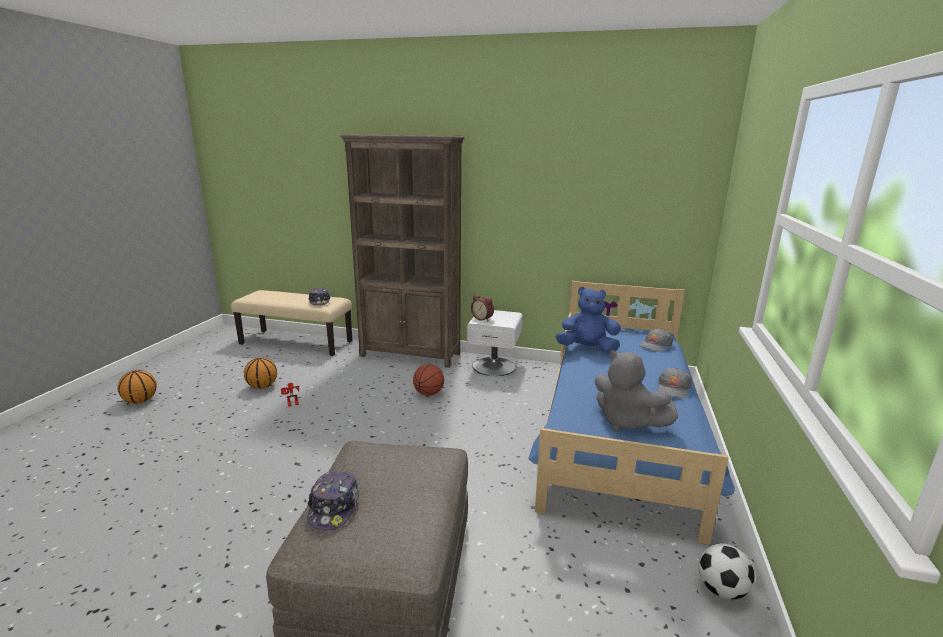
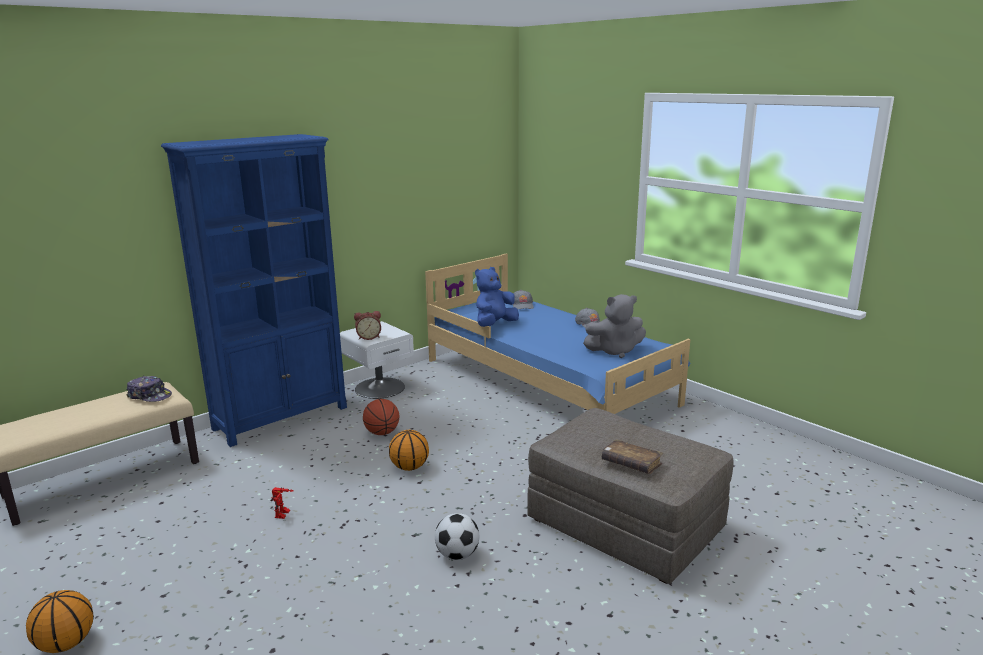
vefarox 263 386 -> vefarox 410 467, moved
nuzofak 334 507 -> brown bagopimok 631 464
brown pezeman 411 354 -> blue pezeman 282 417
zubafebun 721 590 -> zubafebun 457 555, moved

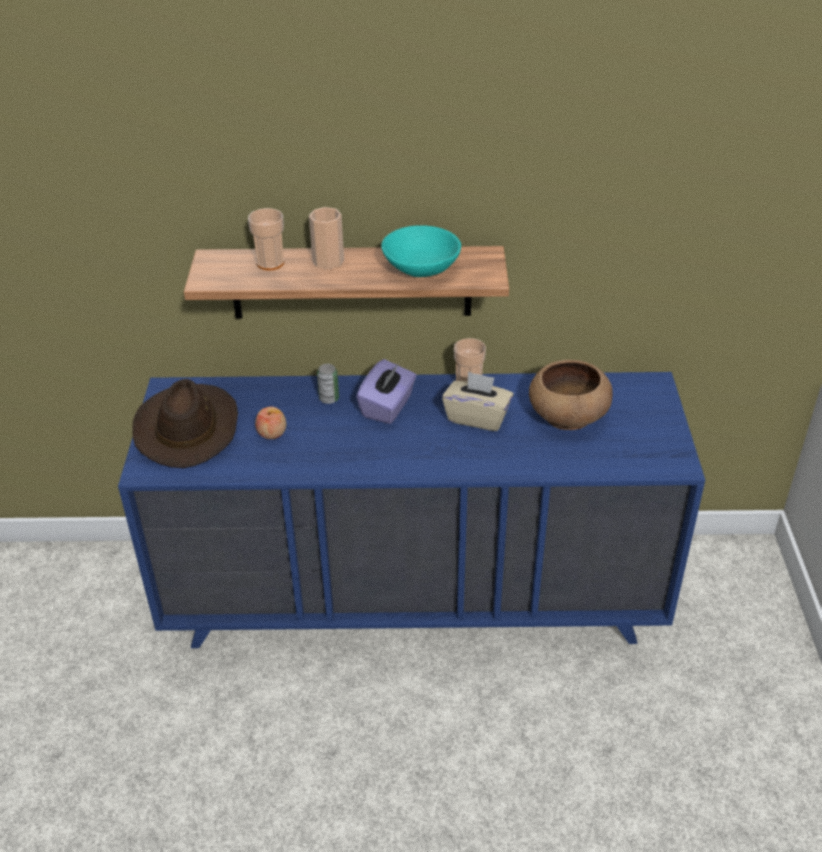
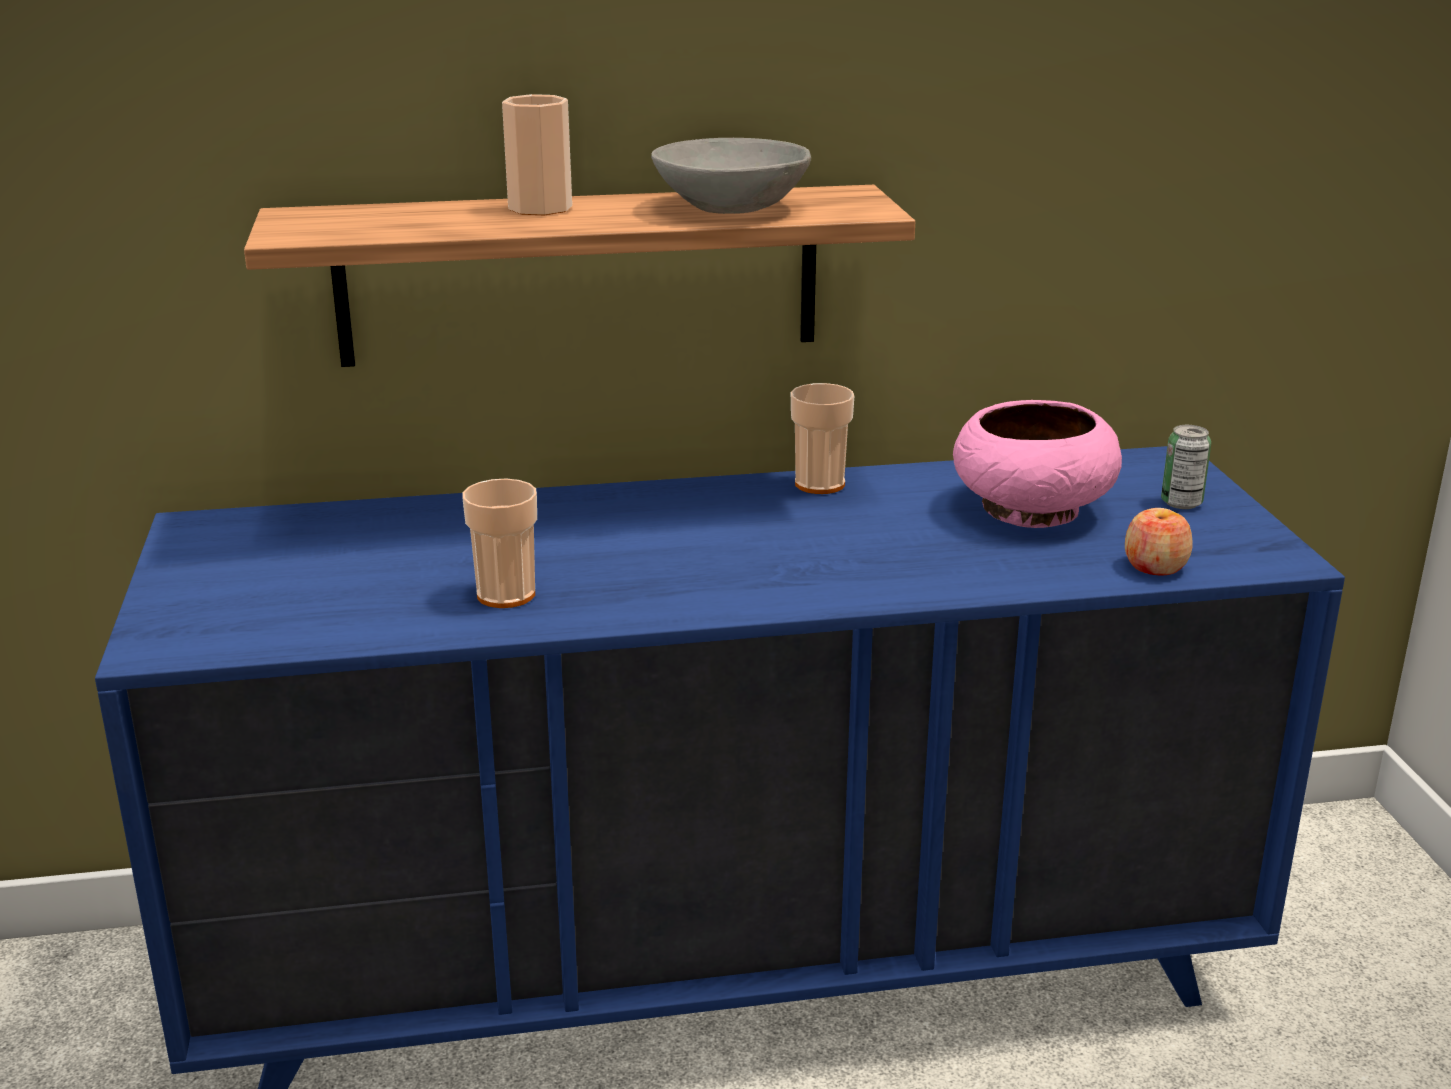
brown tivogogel 187 428 -> none
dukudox 270 263 -> dukudox 506 595, moved
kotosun 272 432 -> kotosun 1155 567, moved
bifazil 329 399 -> bifazil 1181 503, moved
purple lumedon 388 407 -> none
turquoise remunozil 421 269 -> grey remunozil 730 208
beige lumedon 477 417 -> none
brown remunozil 567 416 -> pink remunozil 1029 510

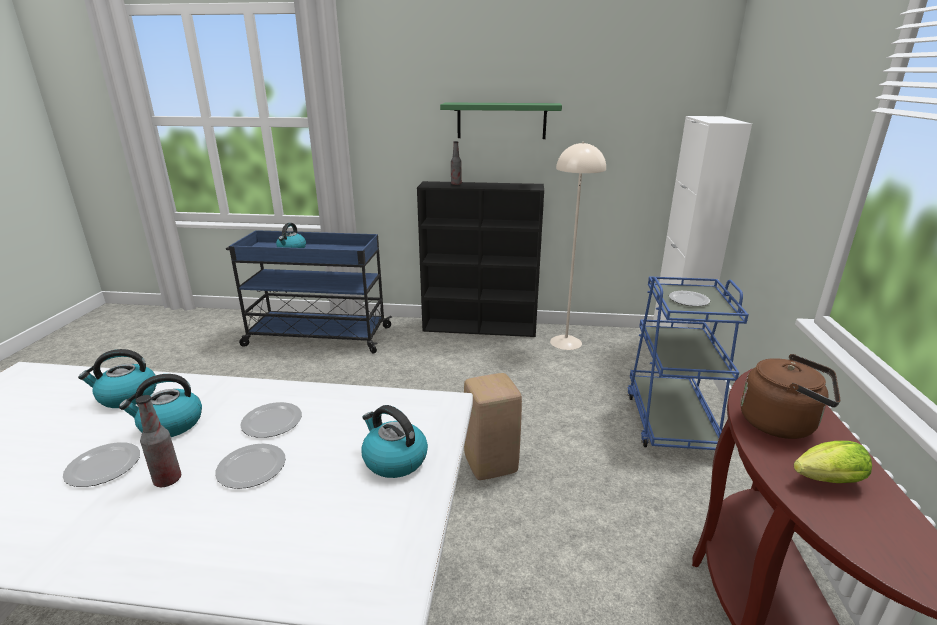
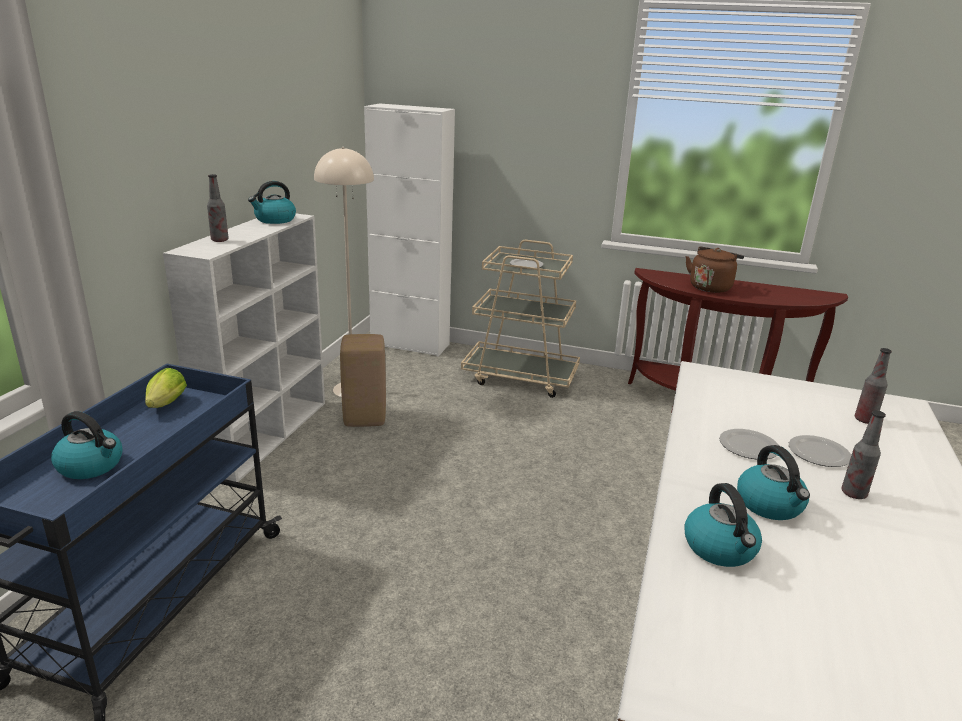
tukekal 103 467 -> none
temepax 394 460 -> temepax 274 220, moved
black pezeman 481 327 -> white pezeman 267 434
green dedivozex 501 120 -> none
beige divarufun 491 465 -> beige divarufun 365 418, moved
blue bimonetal 670 421 -> beige bimonetal 520 377
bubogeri 824 481 -> bubogeri 165 406, moved
none -> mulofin 864 420

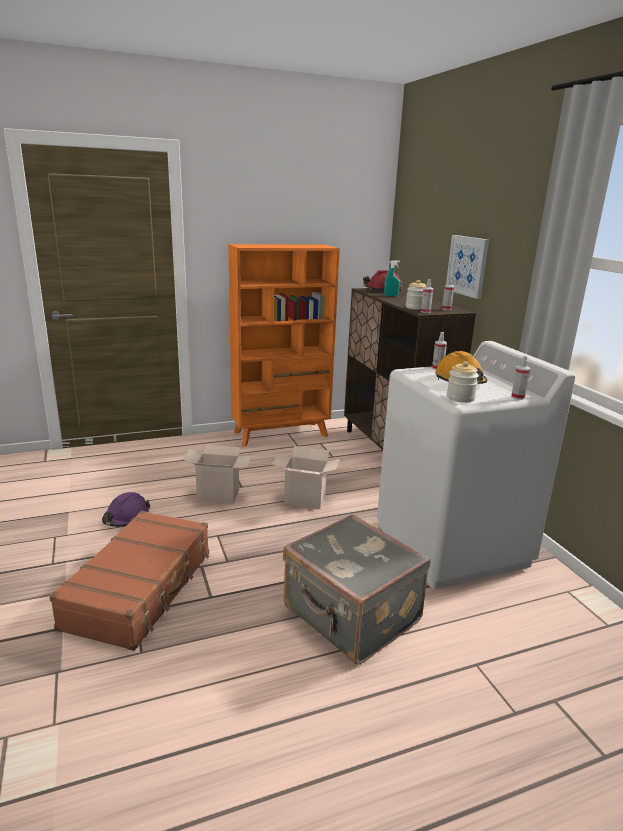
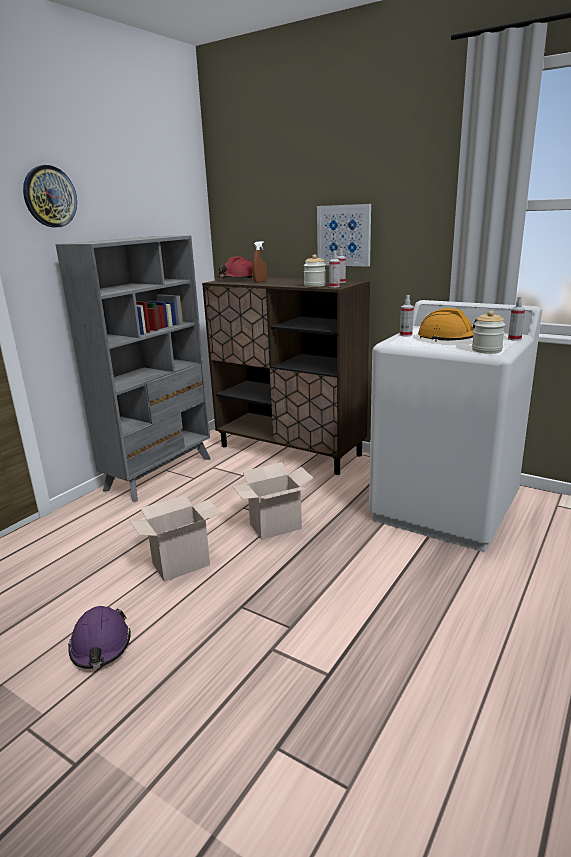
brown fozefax 141 589 -> none
orange pezeman 281 434 -> grey pezeman 160 473
grey fozefax 350 616 -> none
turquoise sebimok 391 295 -> brown sebimok 260 282
none -> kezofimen 49 196

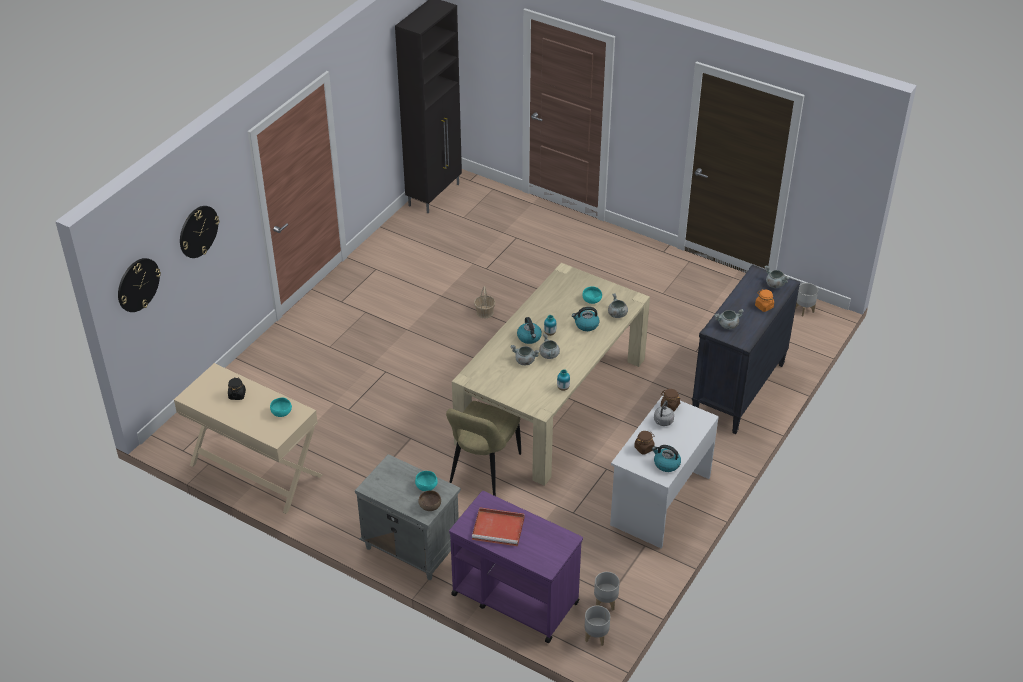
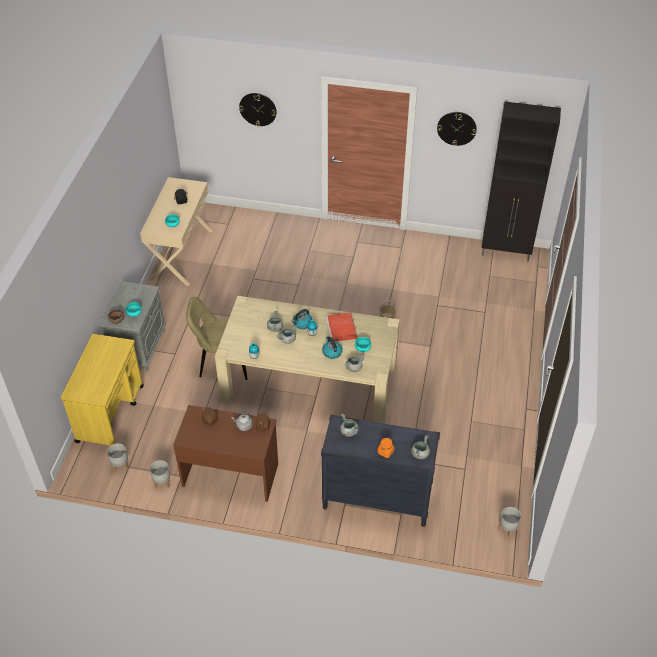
kezofimen 138 284 -> kezofimen 456 128, moved
purple bimonetal 514 598 -> yellow bimonetal 110 413
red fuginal 499 528 -> red fuginal 341 329, moved
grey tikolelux 596 636 -> grey tikolelux 162 482, moved
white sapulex 659 500 -> brown sapulex 230 474
temepax 666 464 -> none

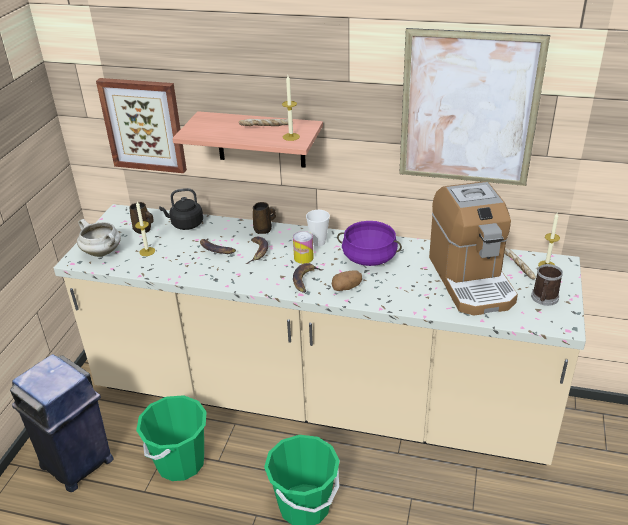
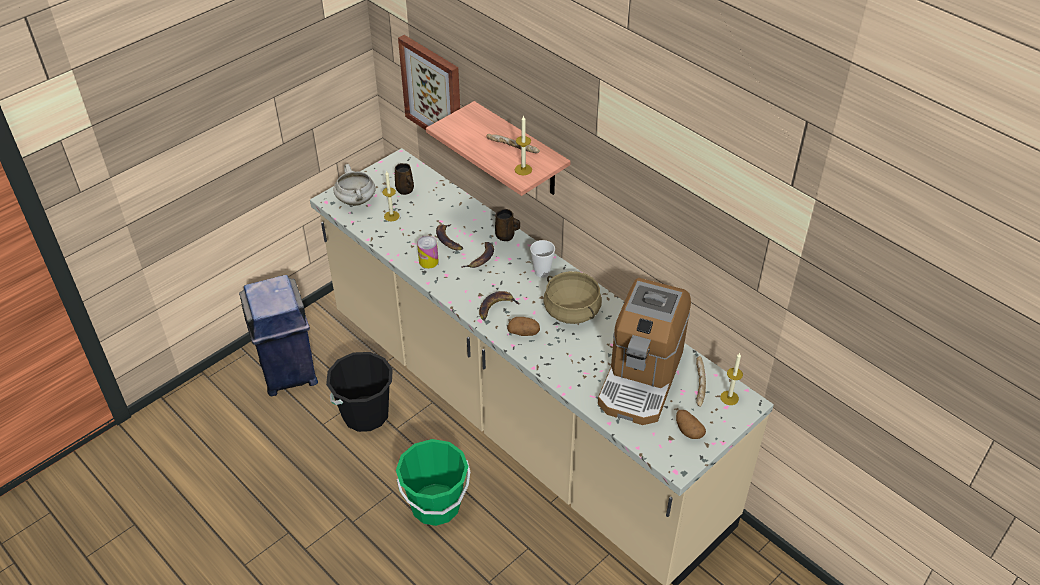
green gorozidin 180 462 -> black gorozidin 365 414
black temepax 185 224 -> none
bifazil 303 258 -> bifazil 428 261, moved
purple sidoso 369 258 -> beige sidoso 571 310
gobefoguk 468 109 -> none
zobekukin 544 299 -> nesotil 688 430

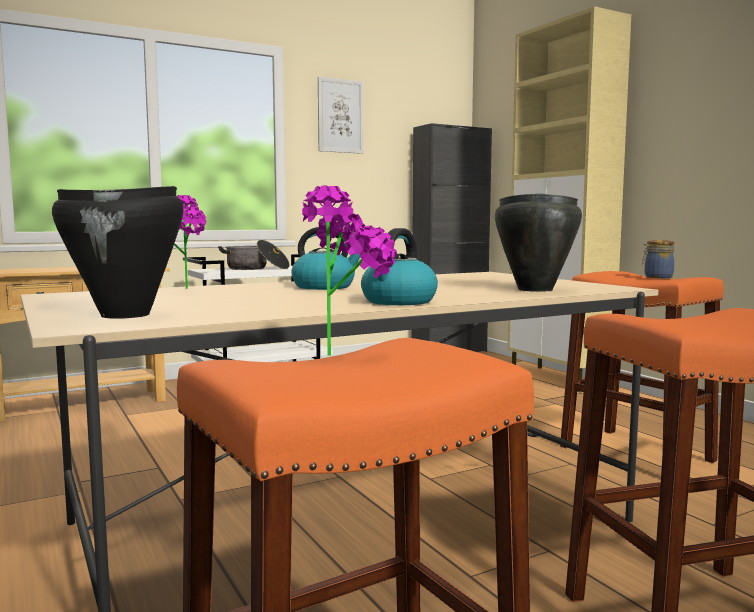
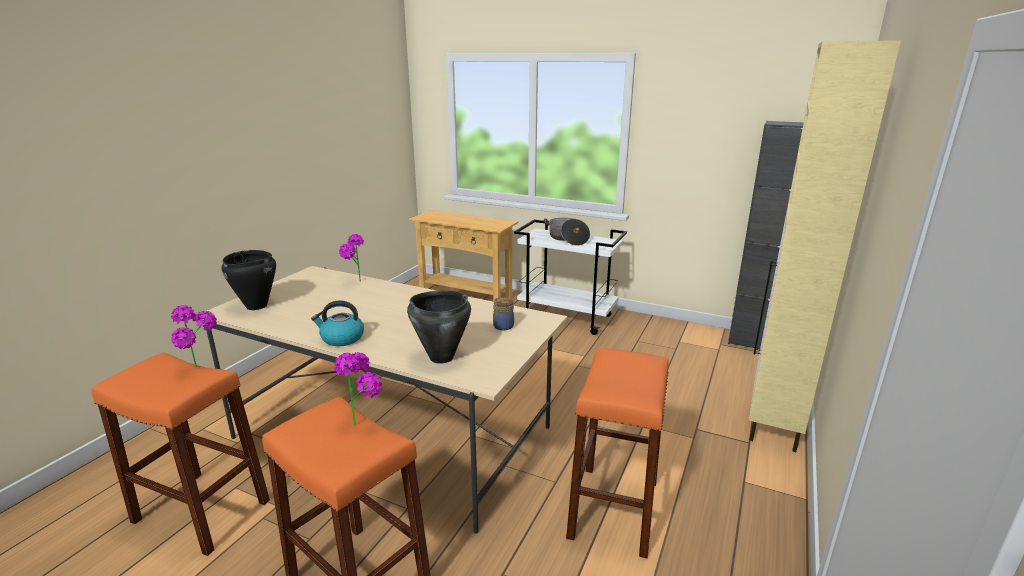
temepax 325 287 -> none
gobefoguk 340 116 -> none
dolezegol 657 277 -> dolezegol 503 326, moved
none -> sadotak 364 420

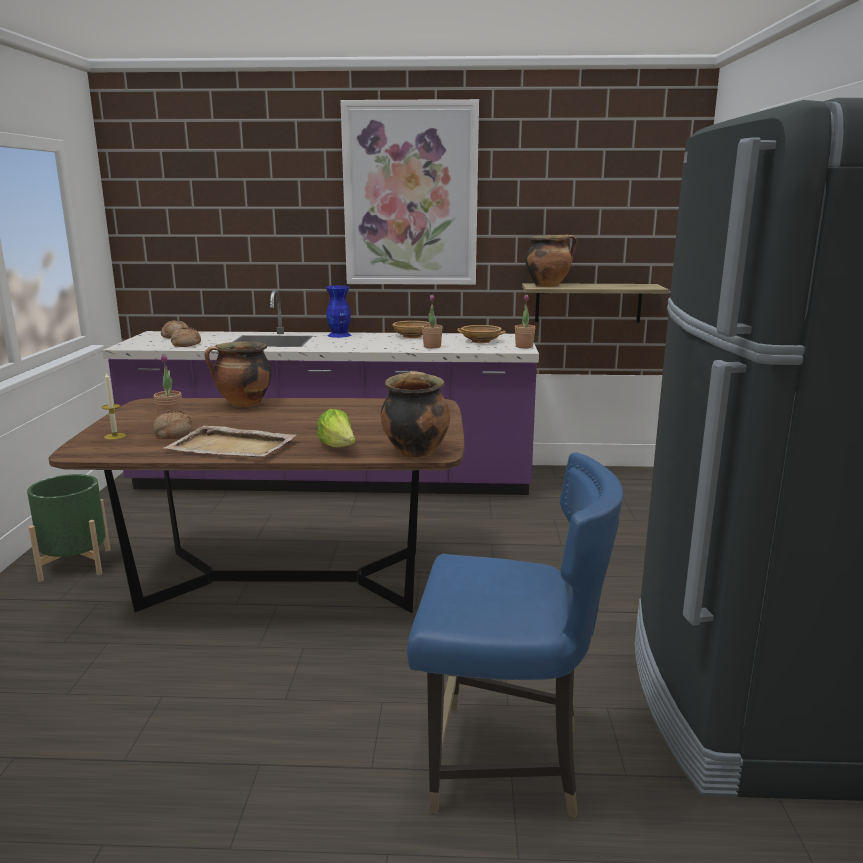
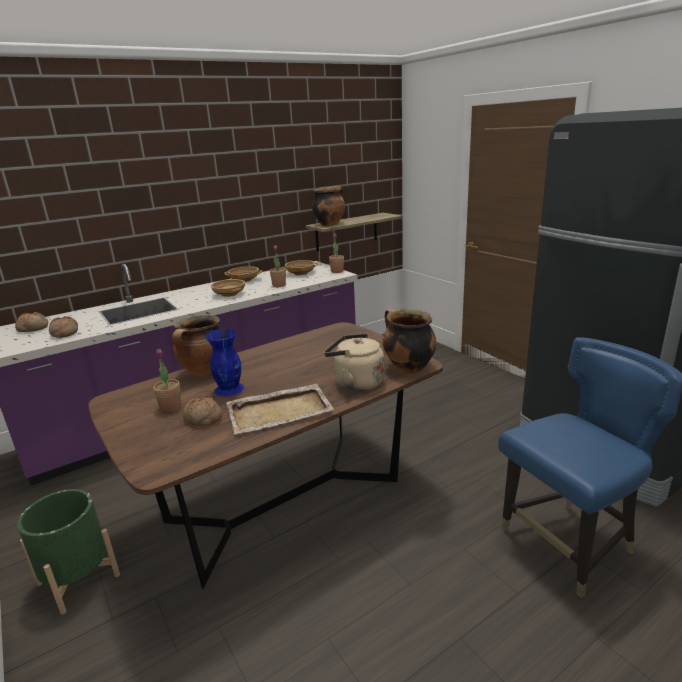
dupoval 115 436 -> none
bubogeri 339 448 -> beige temepax 356 383
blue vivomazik 339 335 -> blue vivomazik 230 389, moved
gobefoguk 410 195 -> none
none -> beige remunozil 229 294

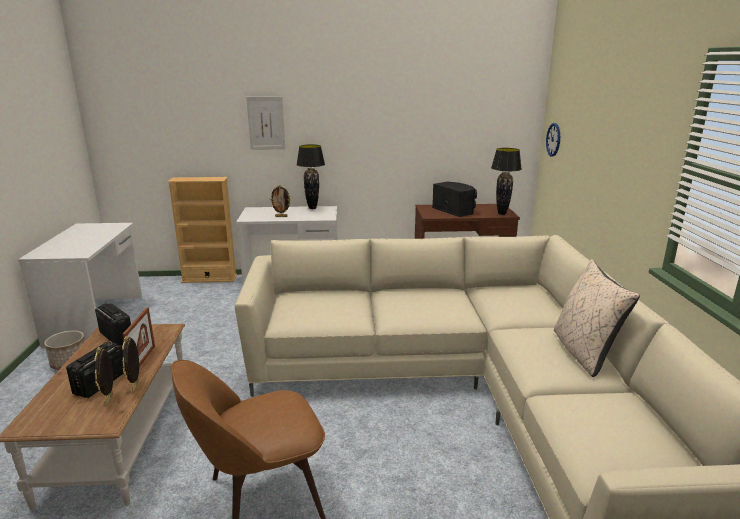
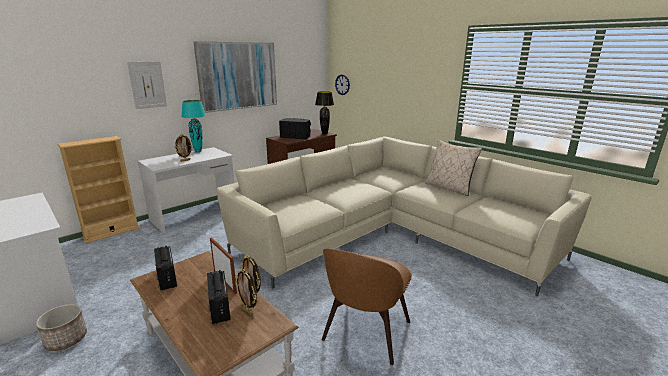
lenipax 116 336 -> lenipax 167 278, 120 degrees counterclockwise
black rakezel 312 208 -> turquoise rakezel 198 151
none -> gobefoguk 238 76

